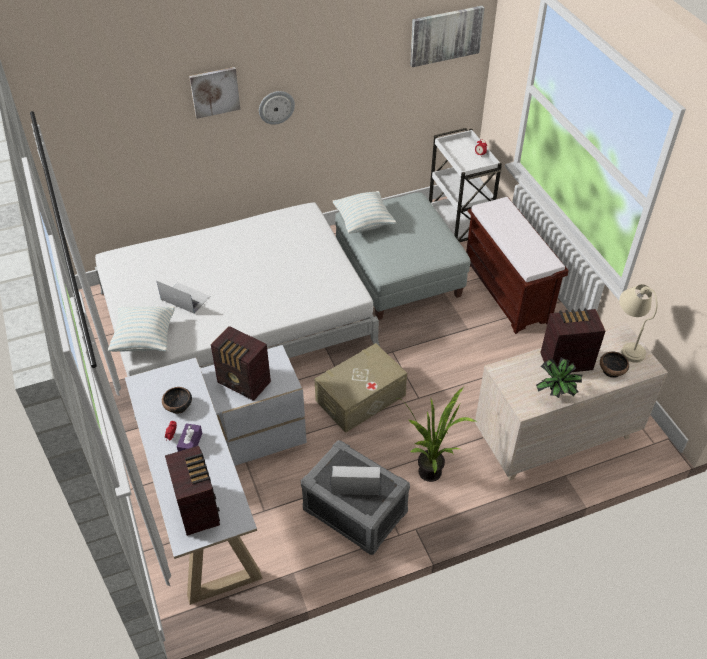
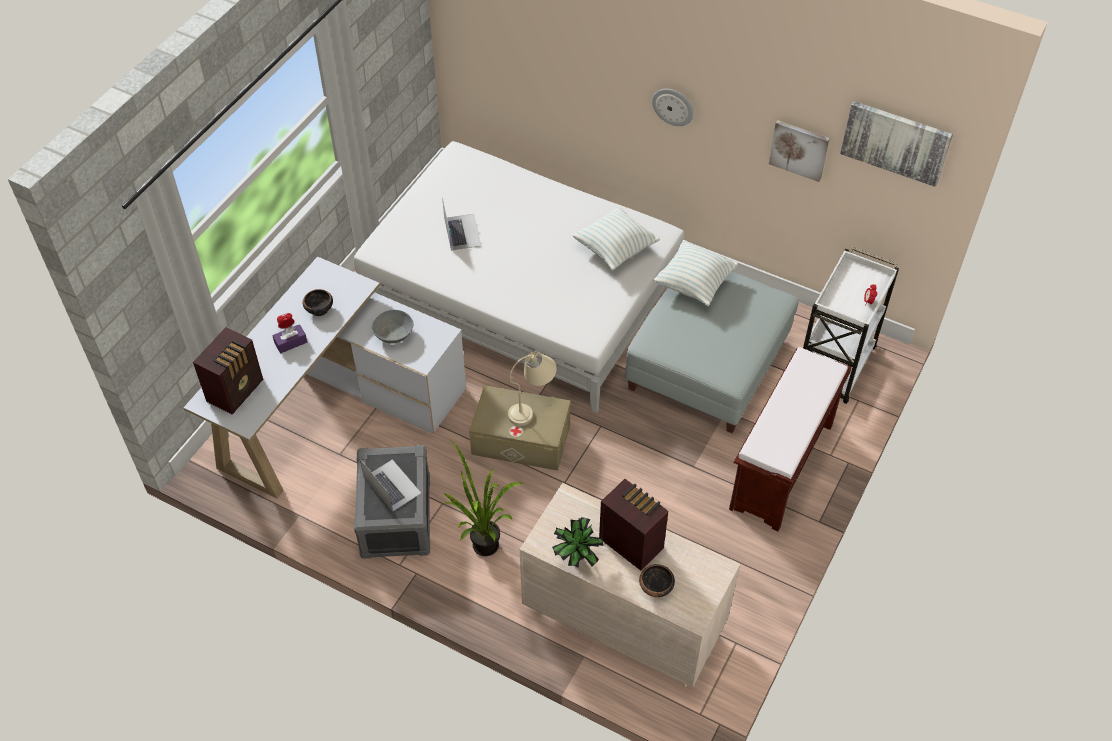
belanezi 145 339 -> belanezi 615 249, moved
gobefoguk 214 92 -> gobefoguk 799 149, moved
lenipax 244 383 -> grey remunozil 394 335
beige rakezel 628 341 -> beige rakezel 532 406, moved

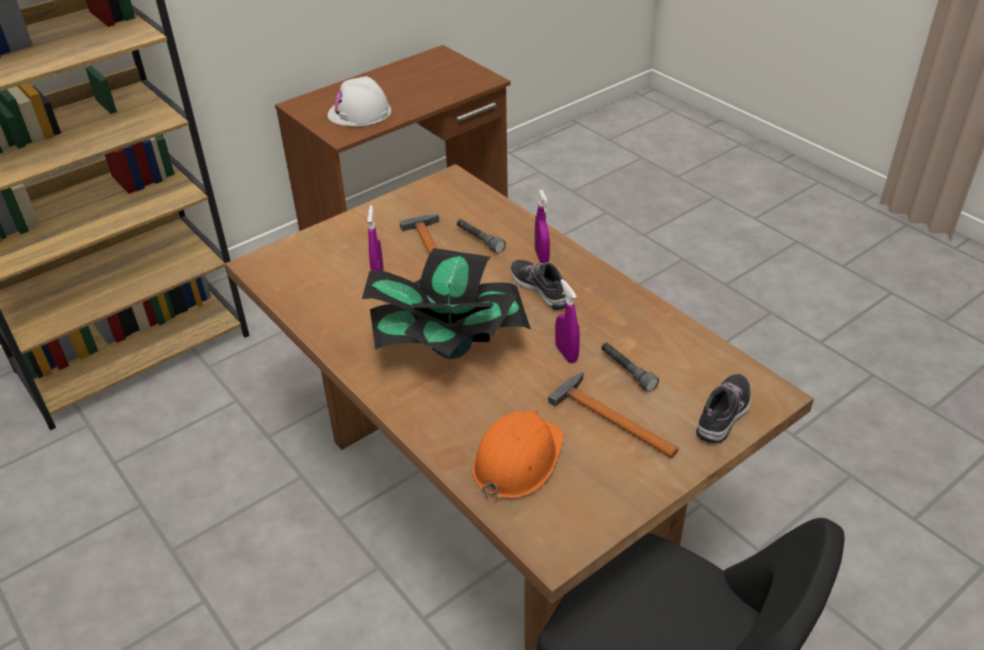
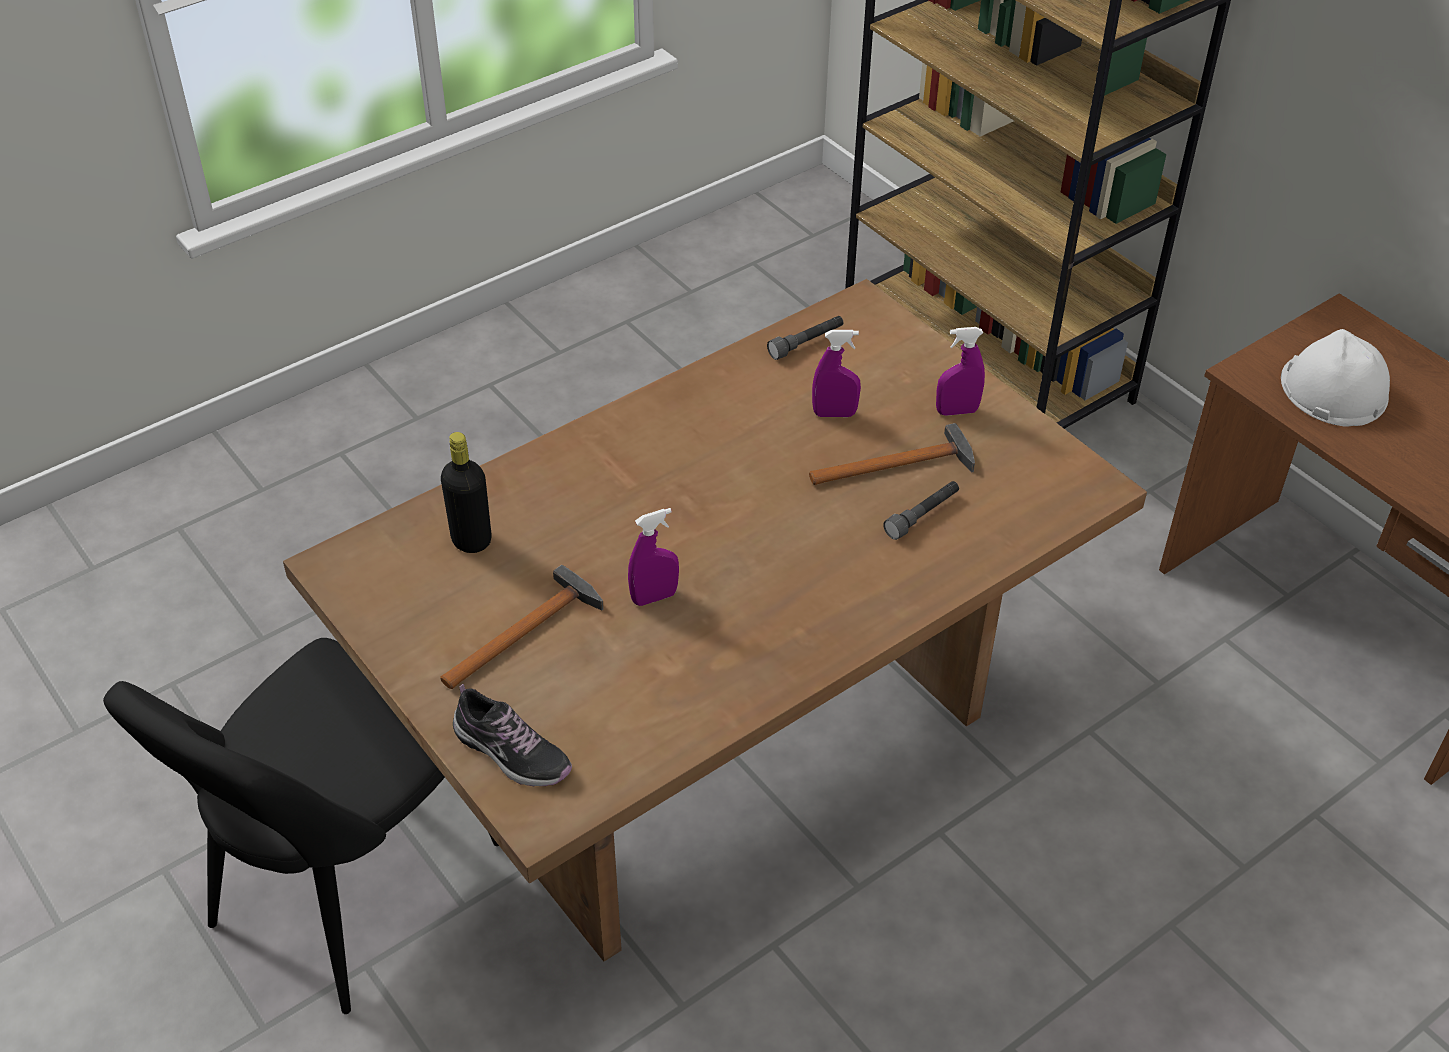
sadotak 450 349 -> none
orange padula 517 459 -> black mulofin 471 540
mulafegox 540 289 -> none
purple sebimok 541 256 -> purple sebimok 956 411, moved
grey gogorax 627 371 -> grey gogorax 806 343, moved

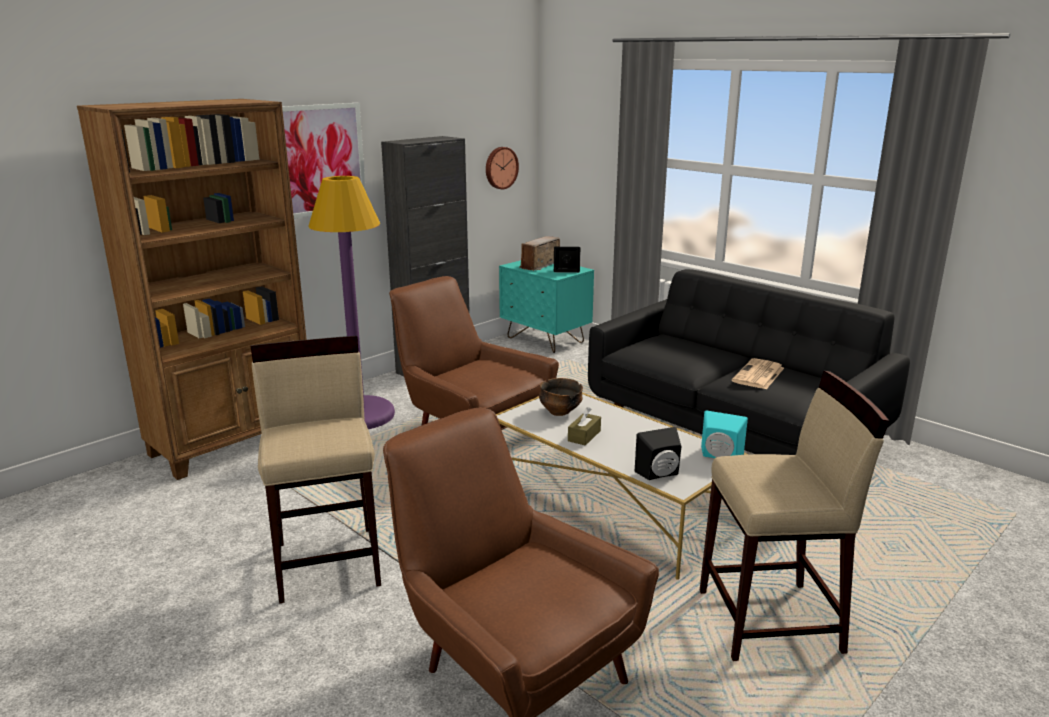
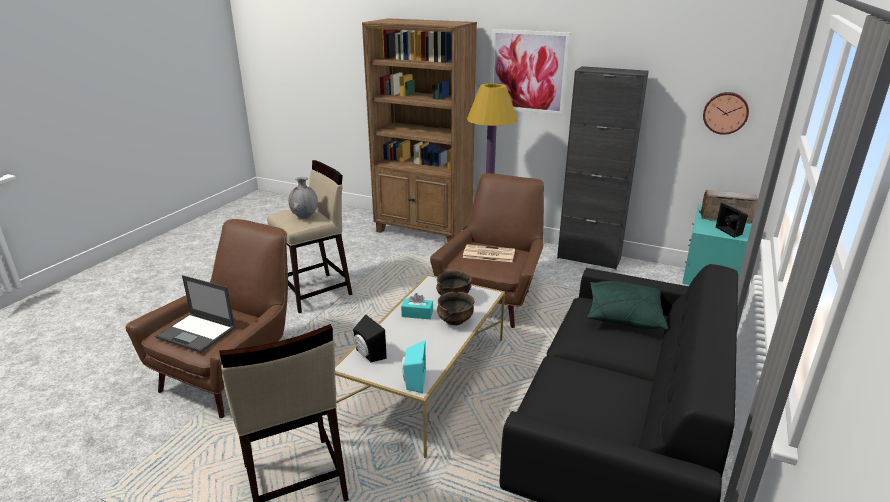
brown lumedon 584 436 -> turquoise lumedon 417 314
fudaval 758 375 -> fudaval 488 254, moved
none -> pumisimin 197 333
none -> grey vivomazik 304 216
none -> remunozil 455 321
none -> green belanezi 623 316

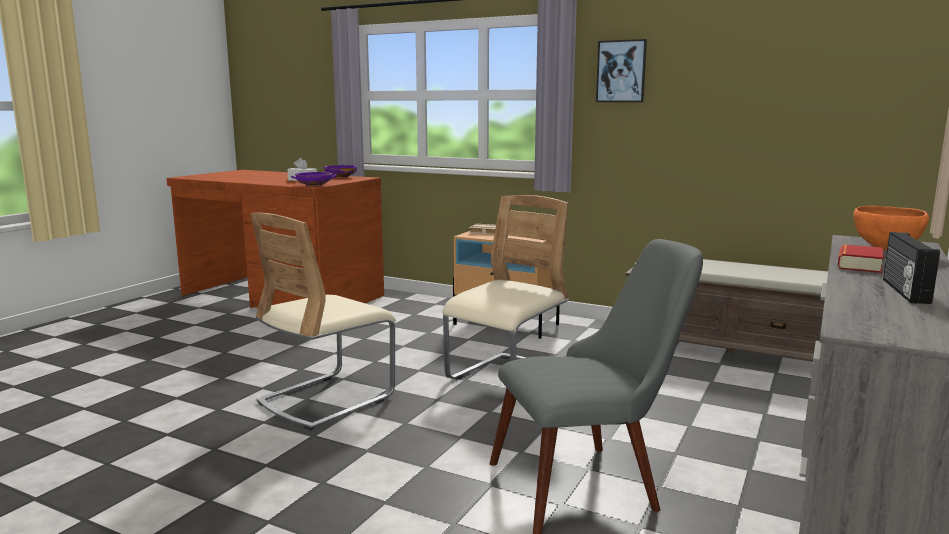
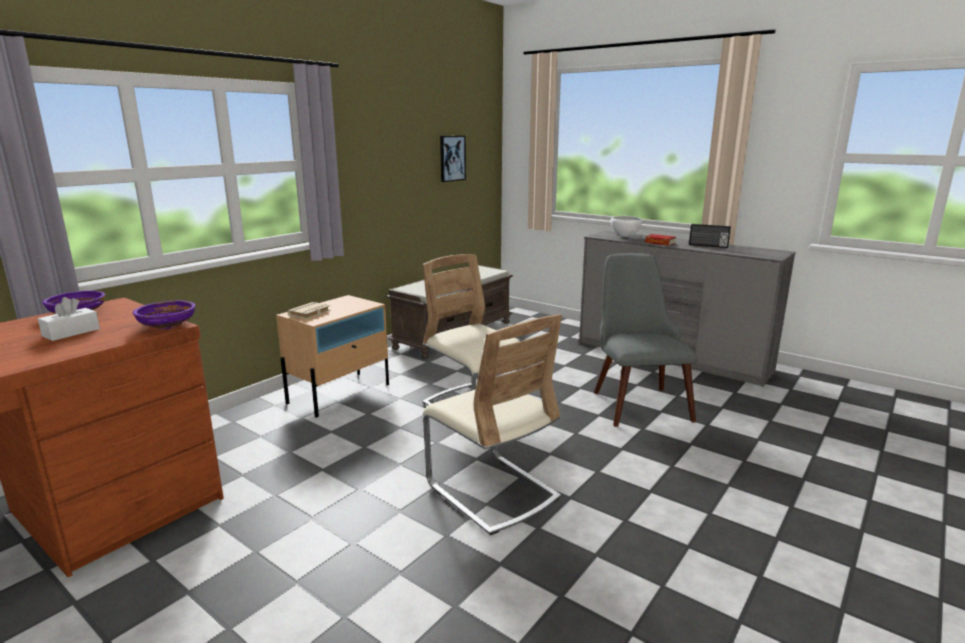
gobefoguk 621 71 -> gobefoguk 452 158, moved
orange remunozil 885 250 -> white remunozil 625 236

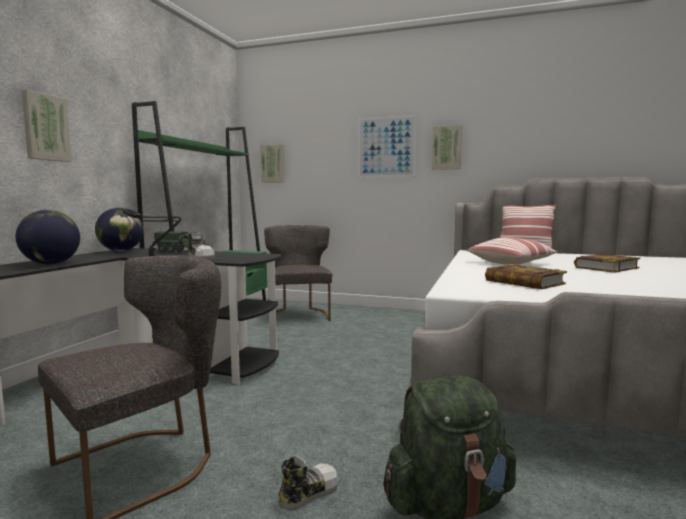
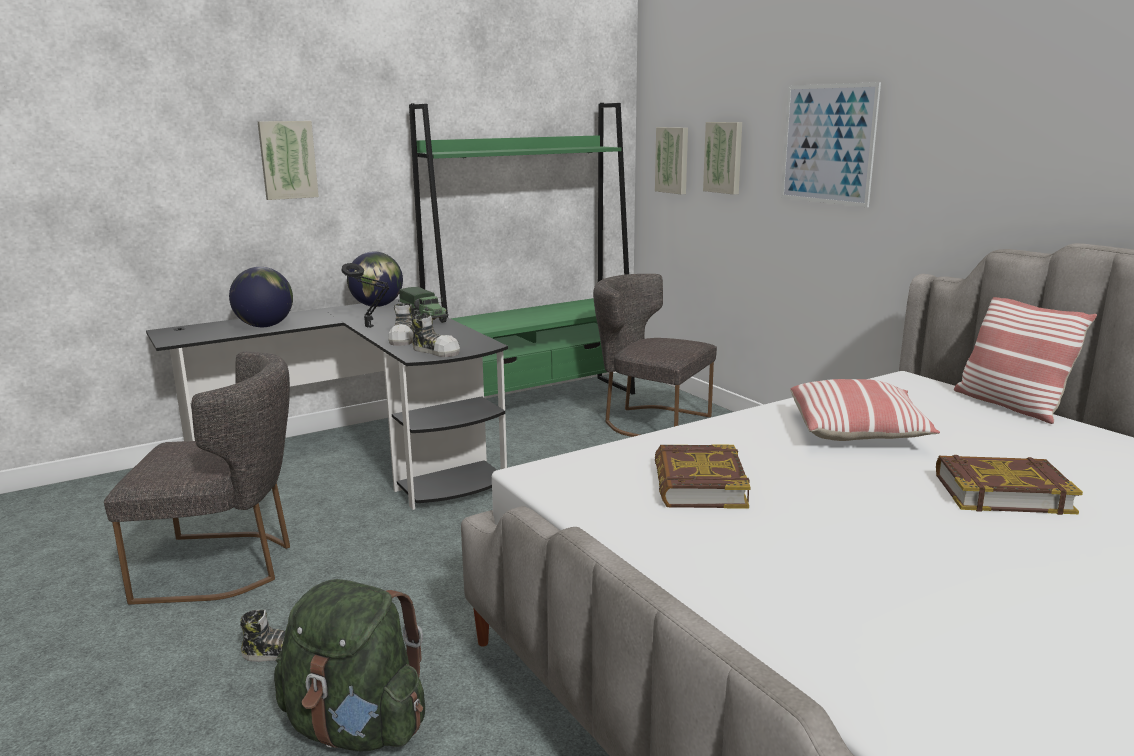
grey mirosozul 299 314 -> grey mirosozul 649 422, 90 degrees counterclockwise
gobefoguk 446 147 -> gobefoguk 724 157, moved
none -> mulafegox 436 351

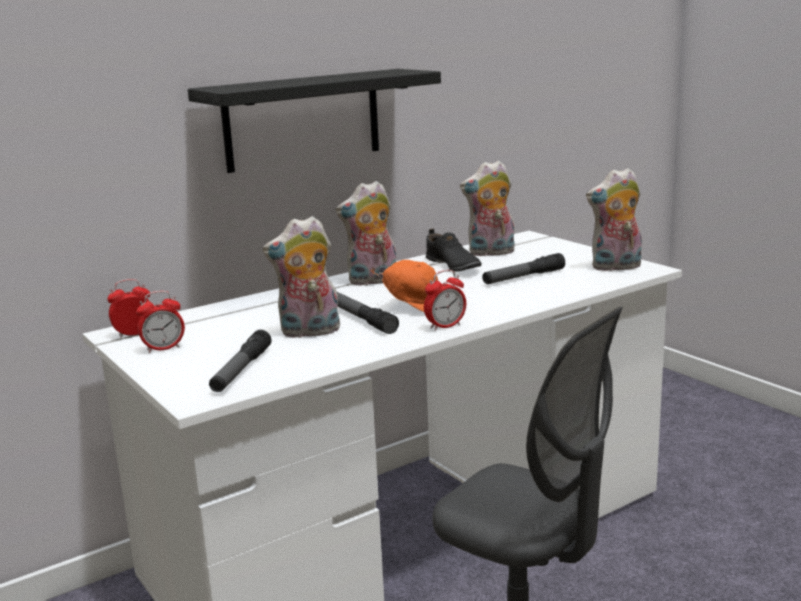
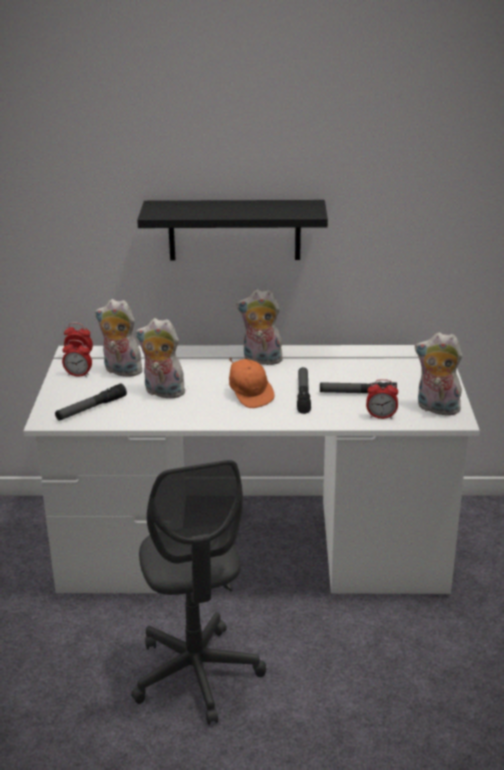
gogorax 362 319 -> gogorax 303 394, moved
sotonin 445 326 -> sotonin 381 417, moved
black mulafegox 452 266 -> none
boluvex 491 253 -> boluvex 120 371, moved

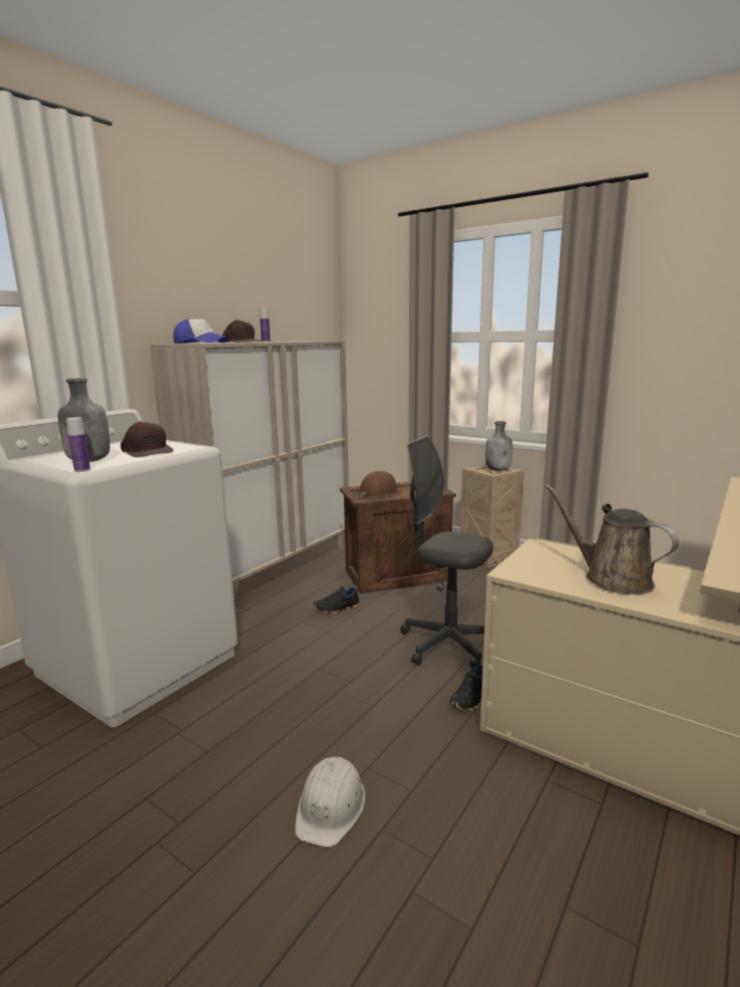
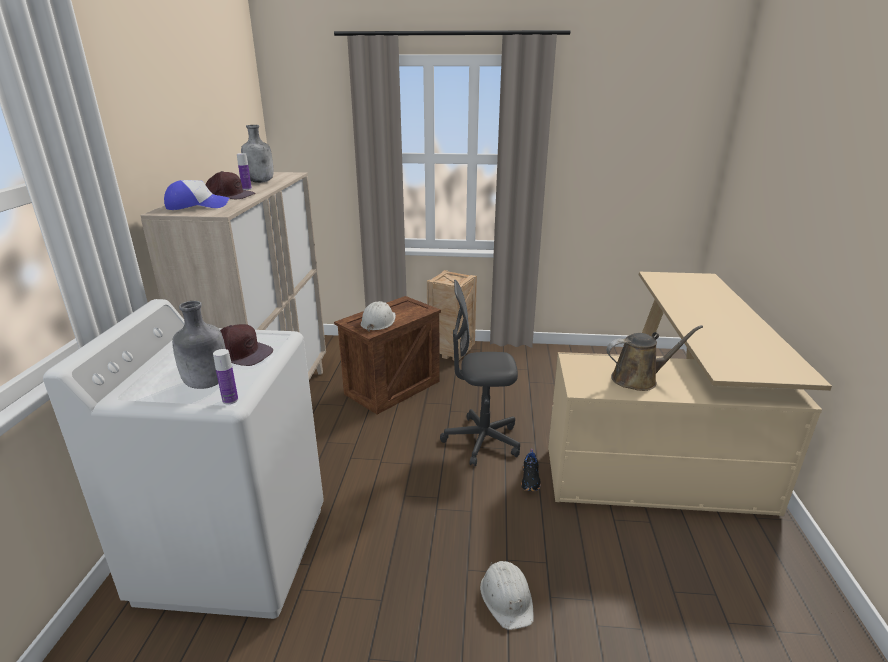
black mulafegox 337 608 -> none
brown padula 379 493 -> white padula 378 322
grey mulofin 498 470 -> grey mulofin 261 182, moved
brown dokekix 611 578 -> brown dokekix 638 379, 150 degrees clockwise

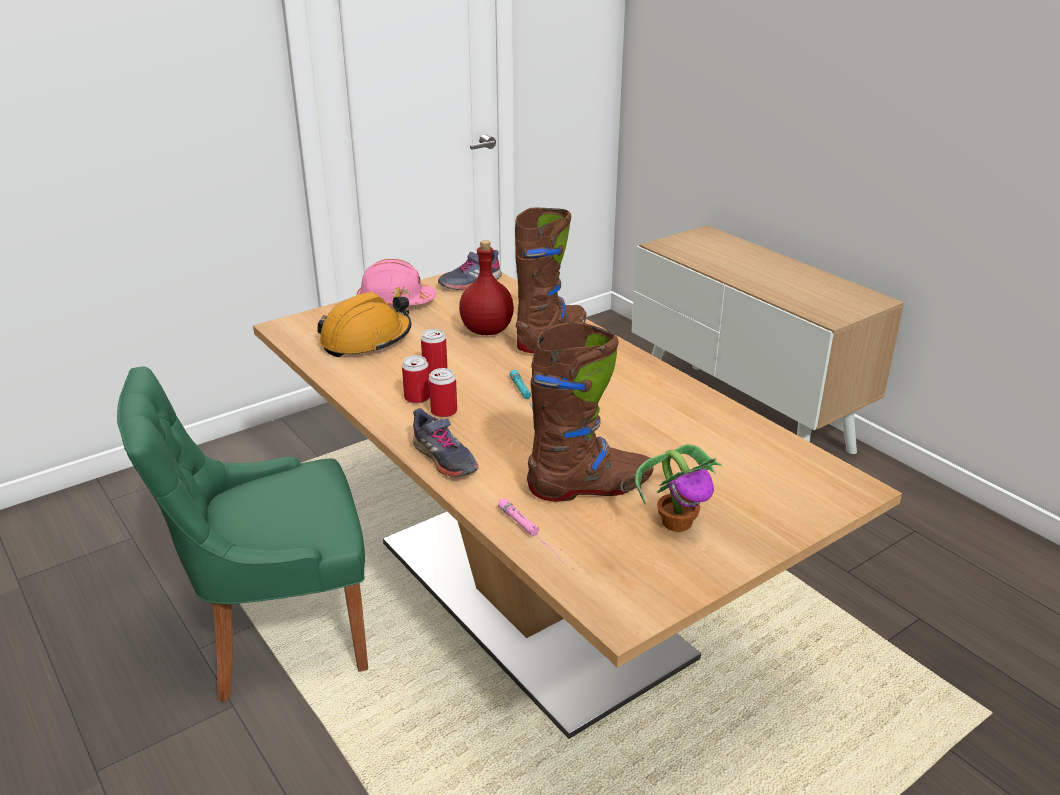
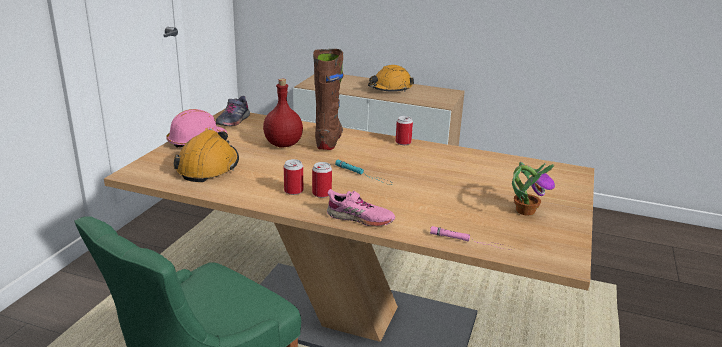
grey mulafegox 444 459 -> pink mulafegox 360 218
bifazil 435 369 -> bifazil 403 142, moved
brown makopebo 590 487 -> none
none -> orange padula 390 89

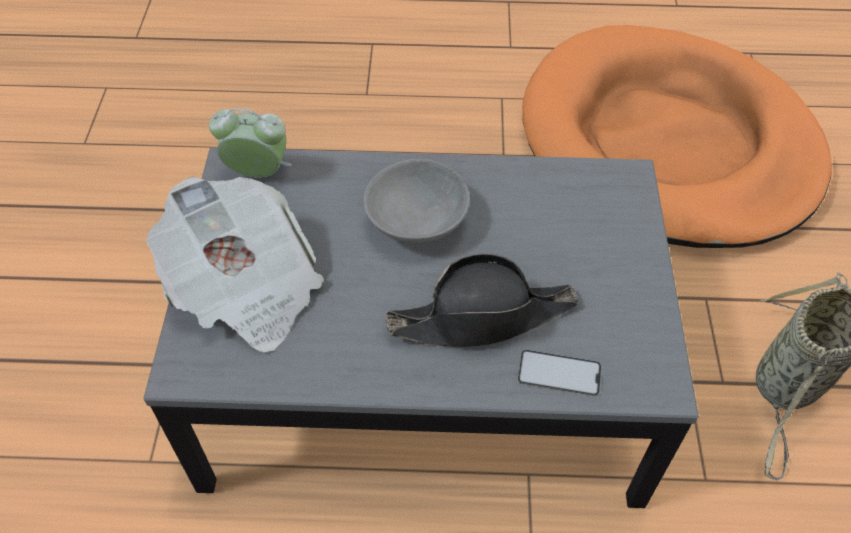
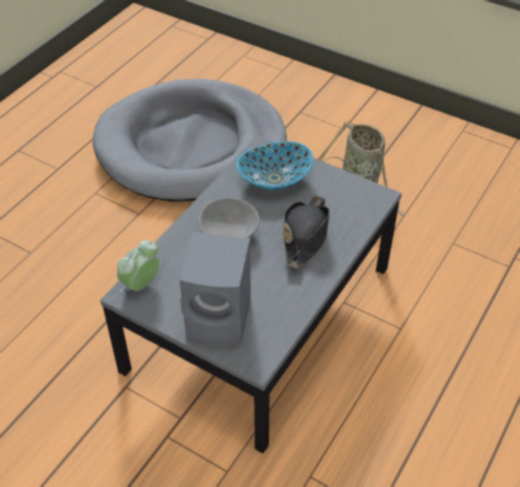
fudaval 245 288 -> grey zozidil 221 319
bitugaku 559 373 -> none
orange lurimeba 667 144 -> grey lurimeba 191 146
none -> remunozil 273 179

